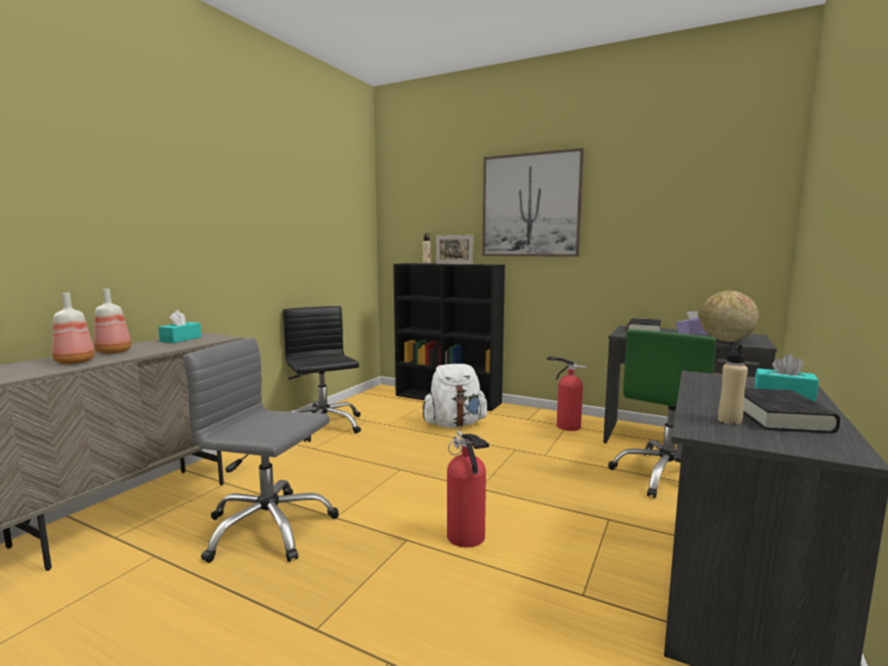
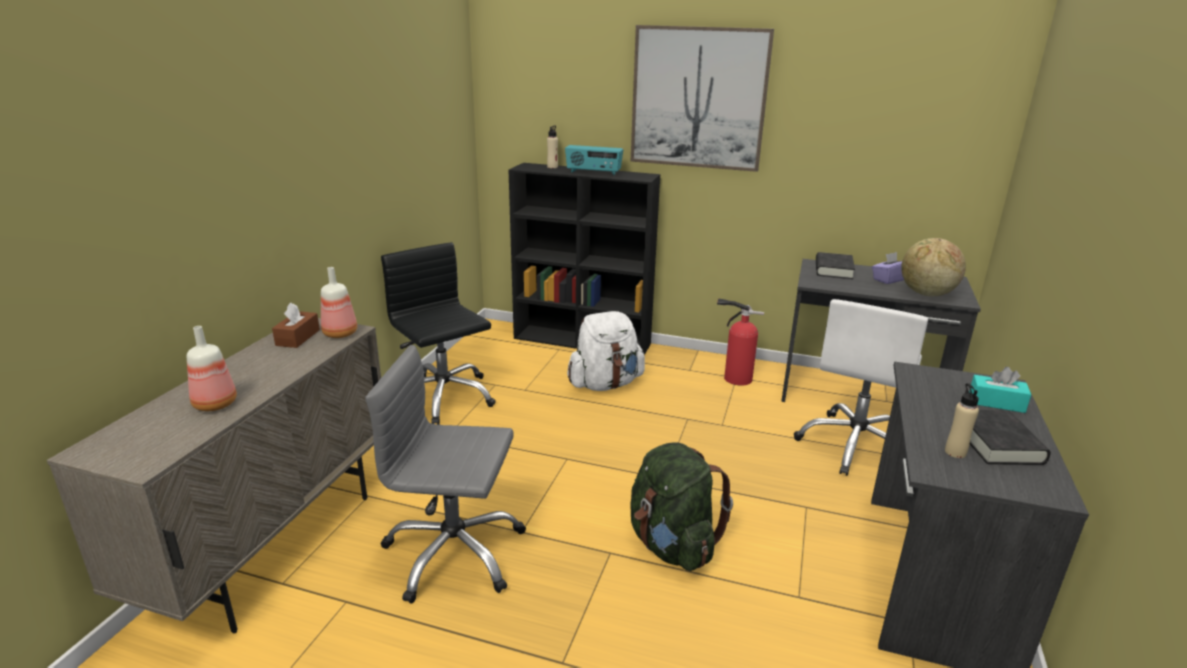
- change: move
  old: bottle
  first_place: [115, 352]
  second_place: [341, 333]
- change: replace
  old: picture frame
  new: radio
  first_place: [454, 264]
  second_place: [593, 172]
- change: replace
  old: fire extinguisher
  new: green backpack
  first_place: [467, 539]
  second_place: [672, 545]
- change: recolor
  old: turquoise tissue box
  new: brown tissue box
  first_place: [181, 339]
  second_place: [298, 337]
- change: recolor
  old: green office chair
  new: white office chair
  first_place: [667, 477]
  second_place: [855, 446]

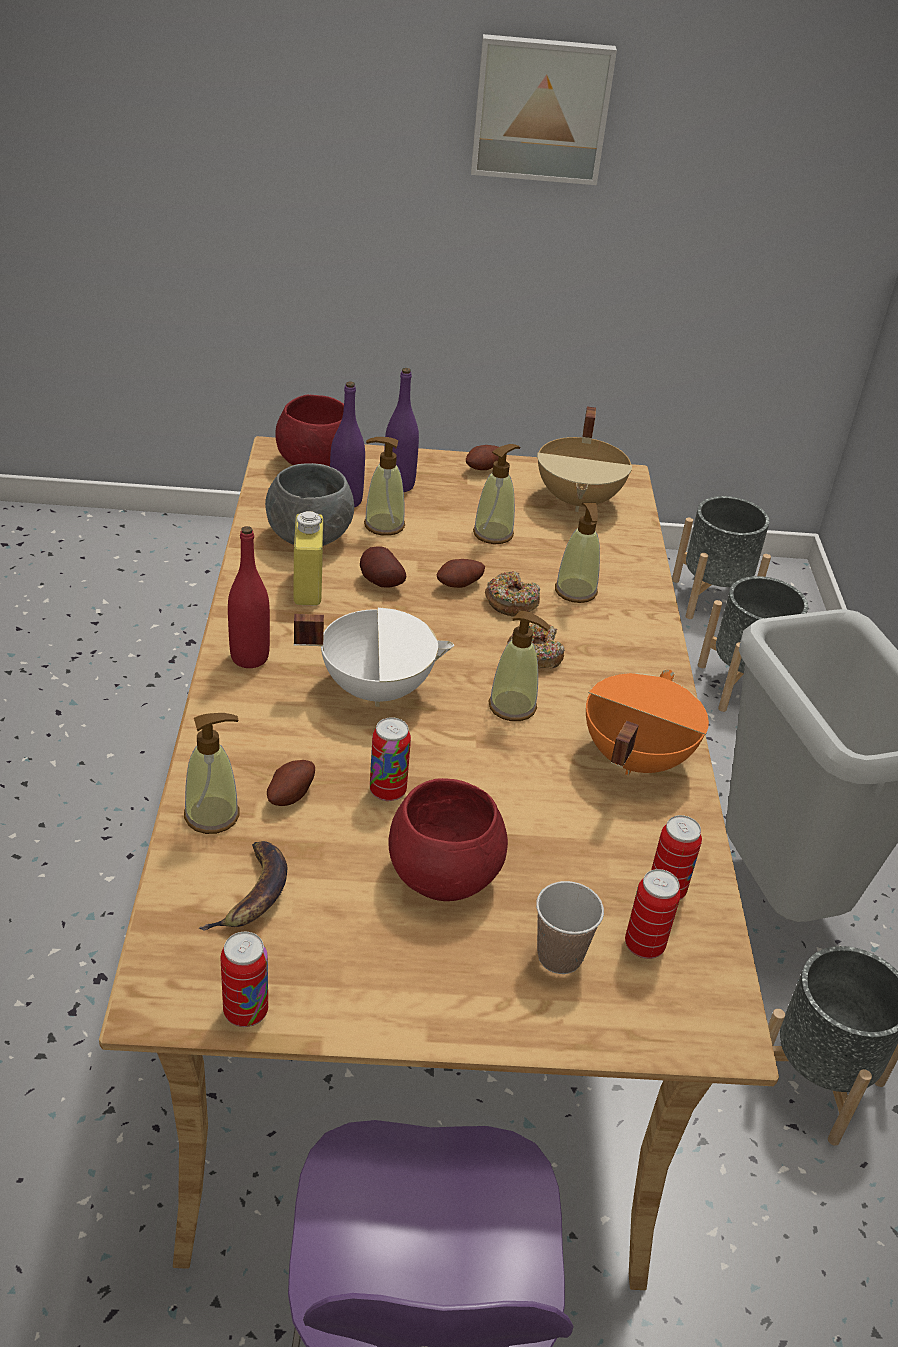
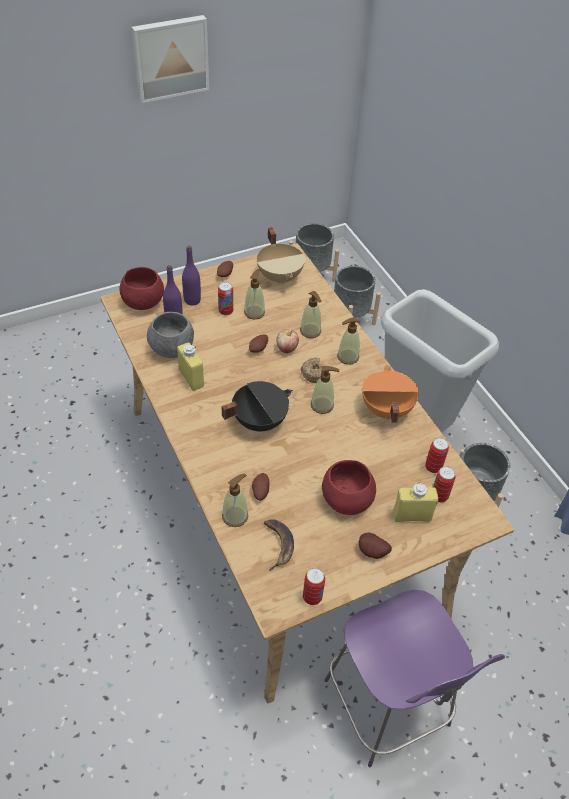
- change: delete
  old: red bottle
  first_place: [249, 657]
- change: move
  old: potato
  first_place: [379, 583]
  second_place: [372, 553]
- change: move
  old: soap dispenser
  first_place: [383, 525]
  second_place: [347, 357]
- change: move
  old: can
  first_place: [387, 791]
  second_place: [226, 311]
- change: replace
  old: donut
  new: apple
  first_place: [511, 602]
  second_place: [287, 349]
- change: replace
  old: cup
  new: yellow bottle
  first_place: [559, 956]
  second_place: [412, 516]
- change: recolor
  old: white cooking pot
  new: black cooking pot
  first_place: [376, 687]
  second_place: [259, 420]

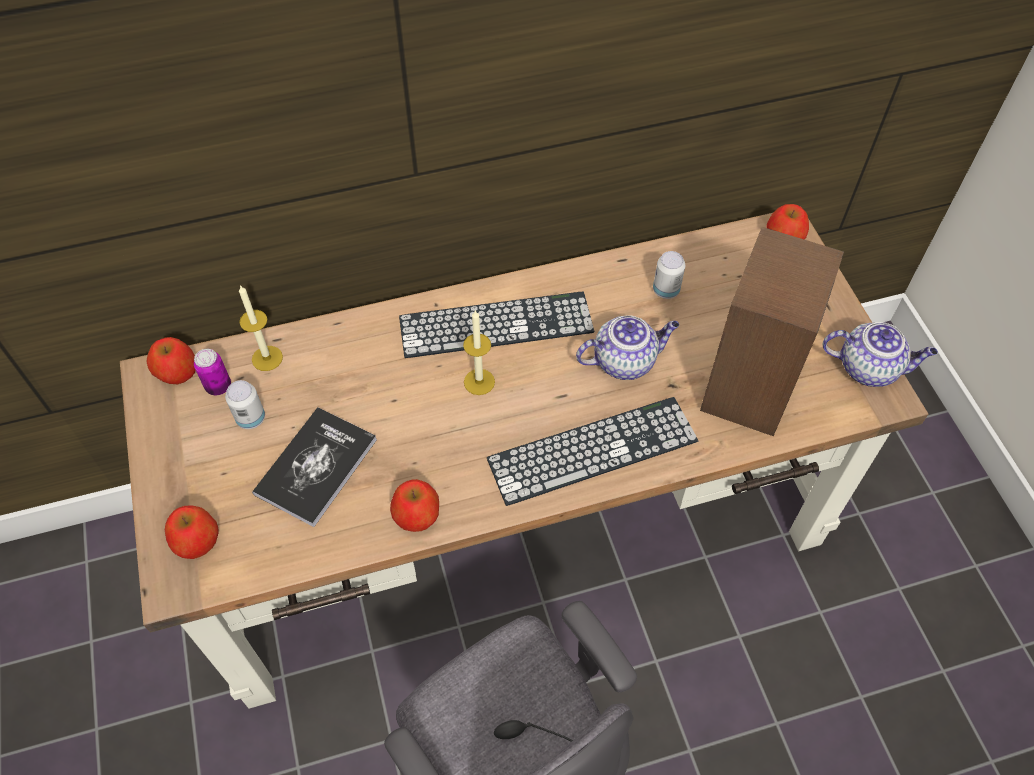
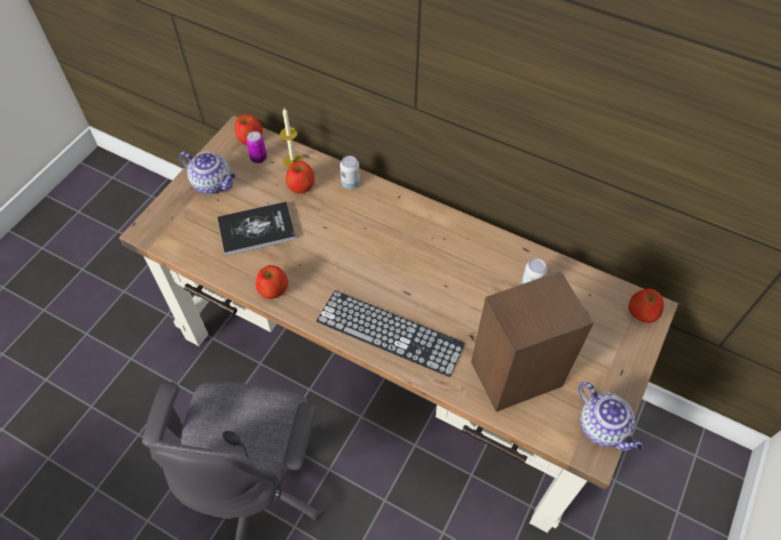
- change: delete
  old: keyboard
  first_place: [496, 324]
- change: delete
  old: candle
  first_place: [479, 382]
- change: move
  old: apple
  first_place: [196, 540]
  second_place: [301, 185]
- change: move
  old: can
  first_place: [251, 418]
  second_place: [350, 183]
- change: move
  old: teapot
  first_place: [625, 361]
  second_place: [213, 184]

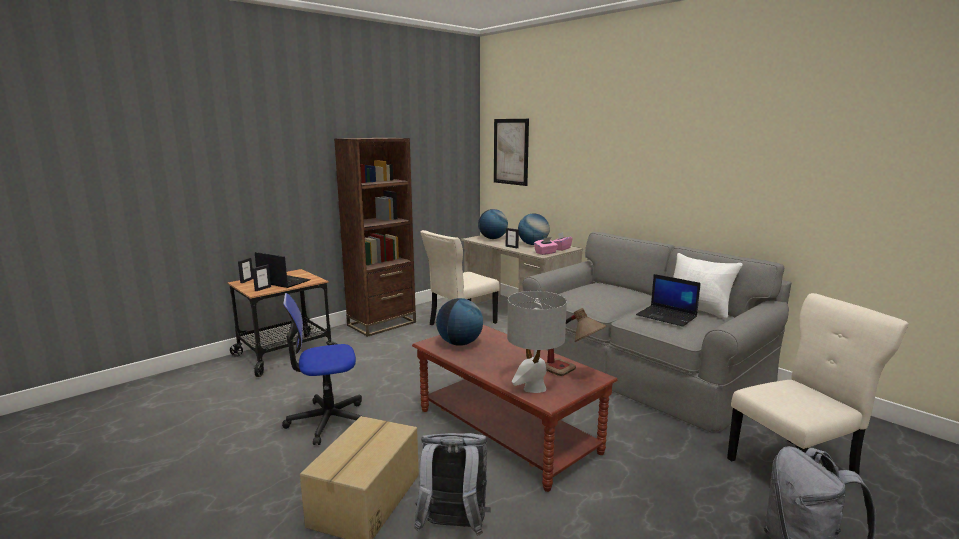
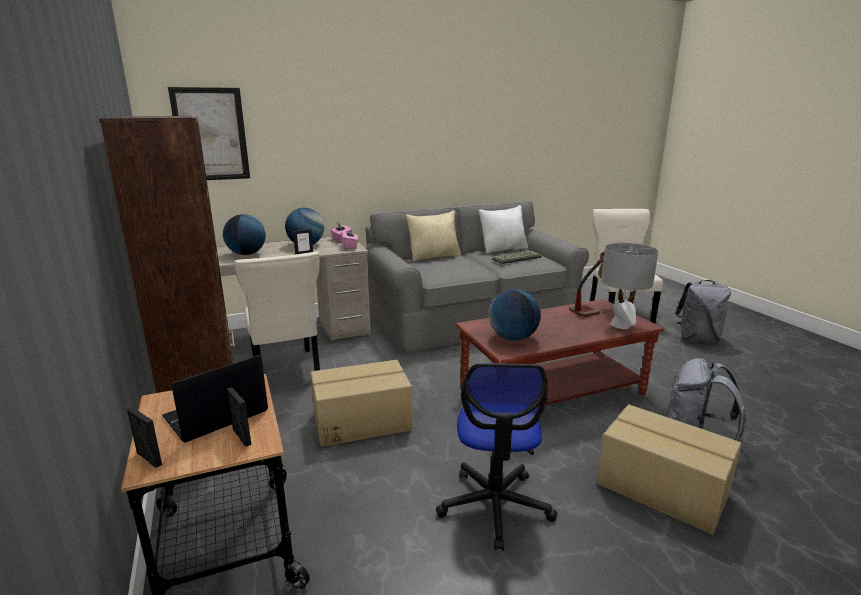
- change: insert
  new: cardboard box
  second_place: [361, 421]
- change: insert
  new: beige pillow
  second_place: [434, 257]
- change: replace
  old: laptop
  new: keyboard
  first_place: [667, 316]
  second_place: [516, 258]

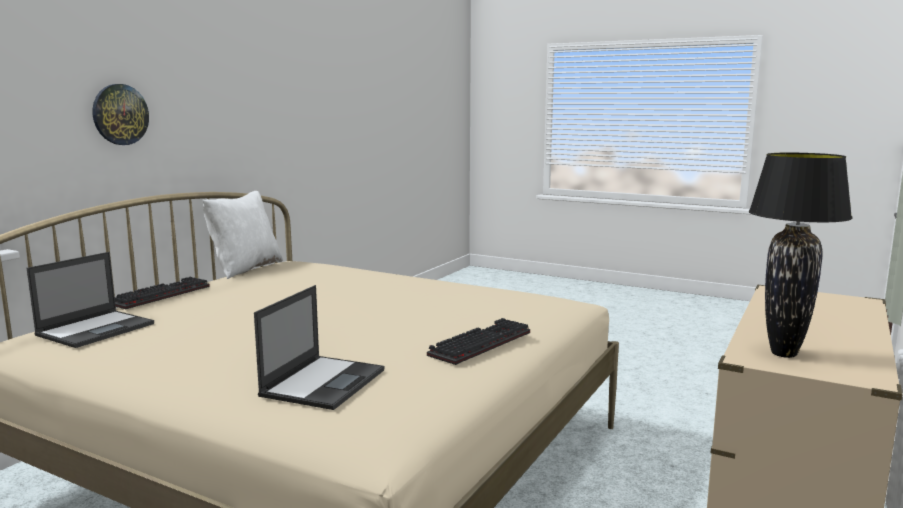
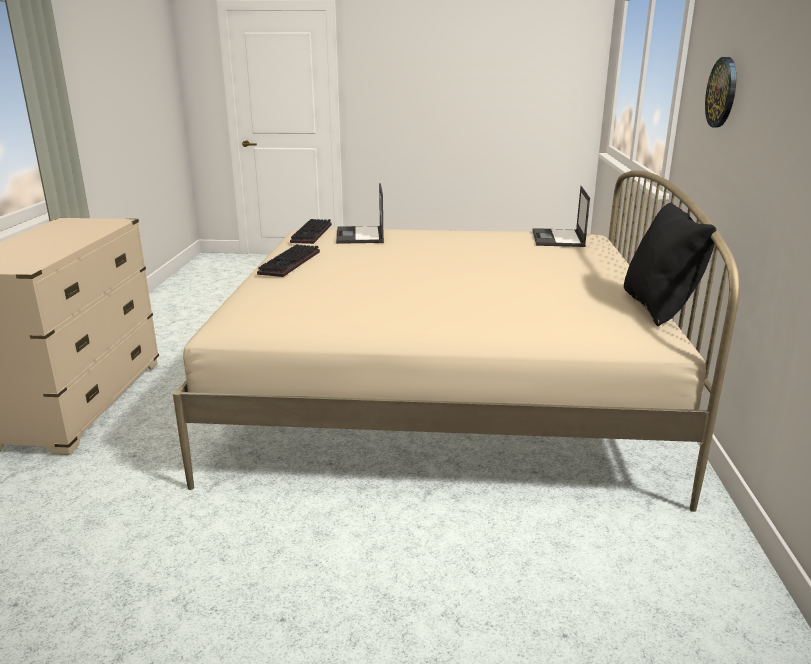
- change: delete
  old: black table lamp
  first_place: [782, 353]
- change: move
  old: keyboard
  first_place: [161, 295]
  second_place: [313, 234]
- change: recolor
  old: white pillow
  new: black pillow
  first_place: [245, 268]
  second_place: [660, 308]

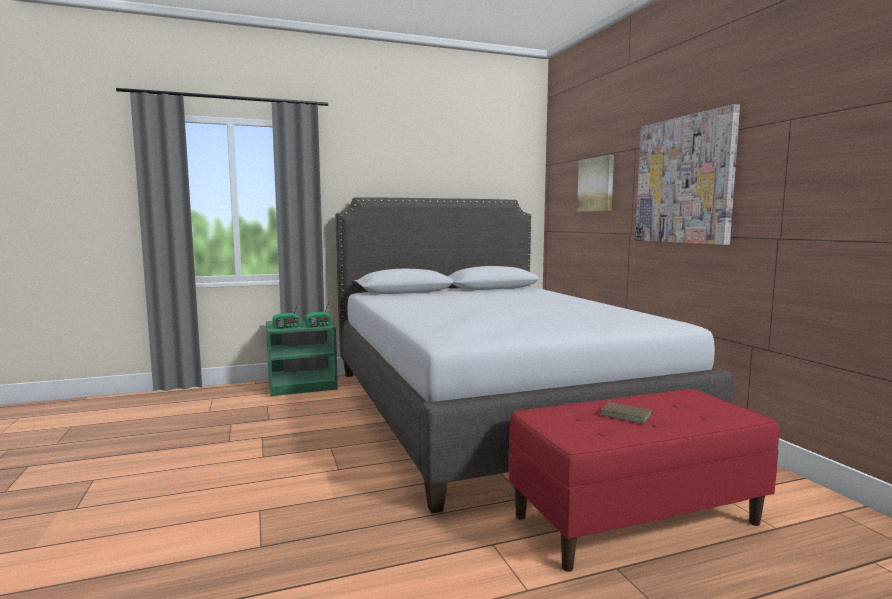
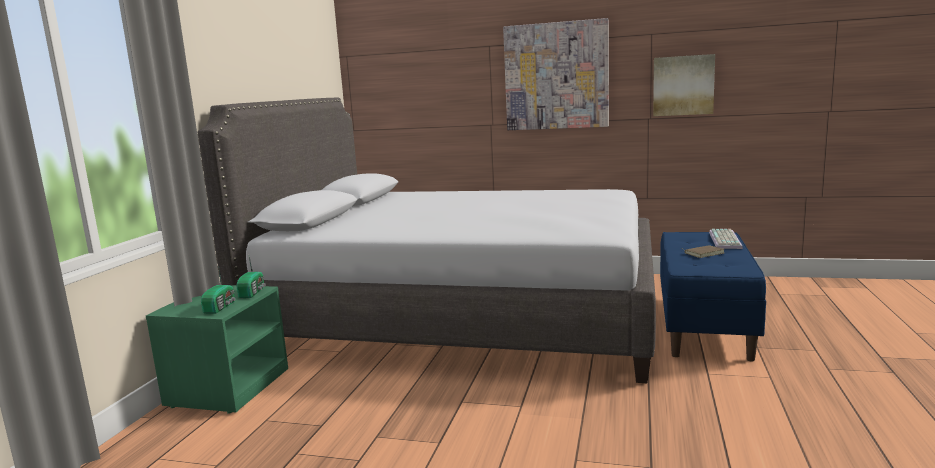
- change: insert
  new: keyboard
  second_place: [726, 240]
- change: move
  old: picture
  first_place: [596, 184]
  second_place: [683, 85]
- change: recolor
  old: red bench
  new: blue bench
  first_place: [636, 519]
  second_place: [703, 325]

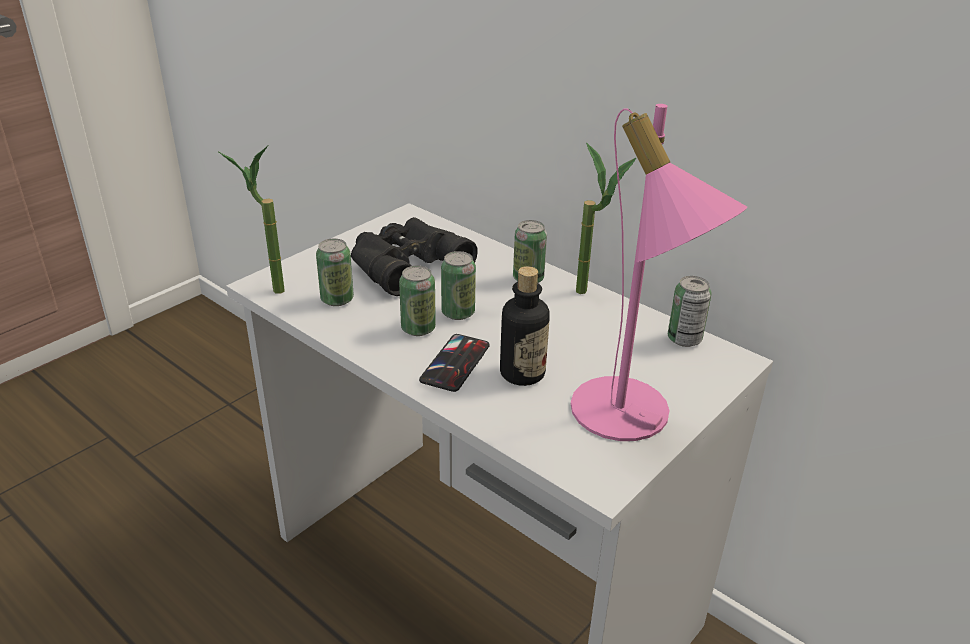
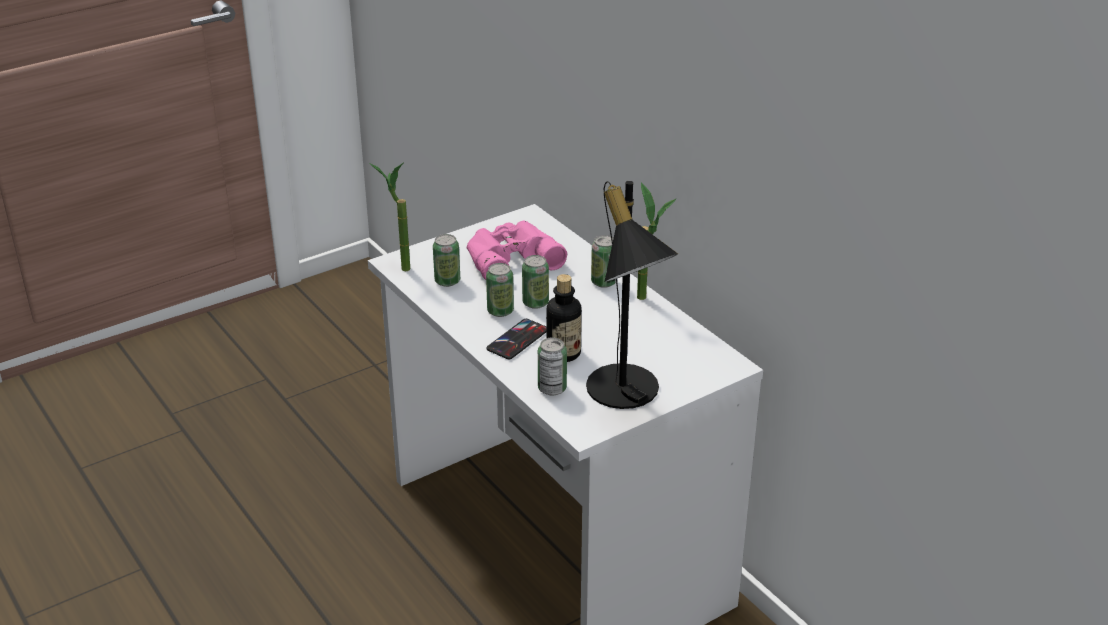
- change: move
  old: can
  first_place: [684, 339]
  second_place: [552, 389]
- change: recolor
  old: black binoculars
  new: pink binoculars
  first_place: [404, 263]
  second_place: [509, 257]
- change: recolor
  old: pink table lamp
  new: black table lamp
  first_place: [631, 420]
  second_place: [626, 395]

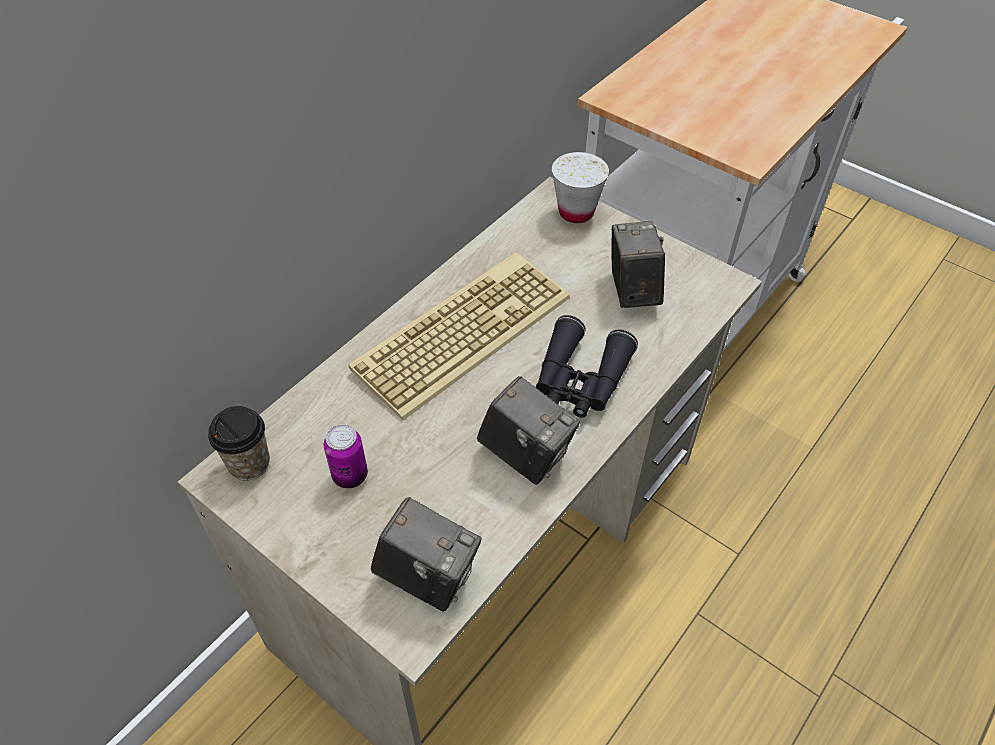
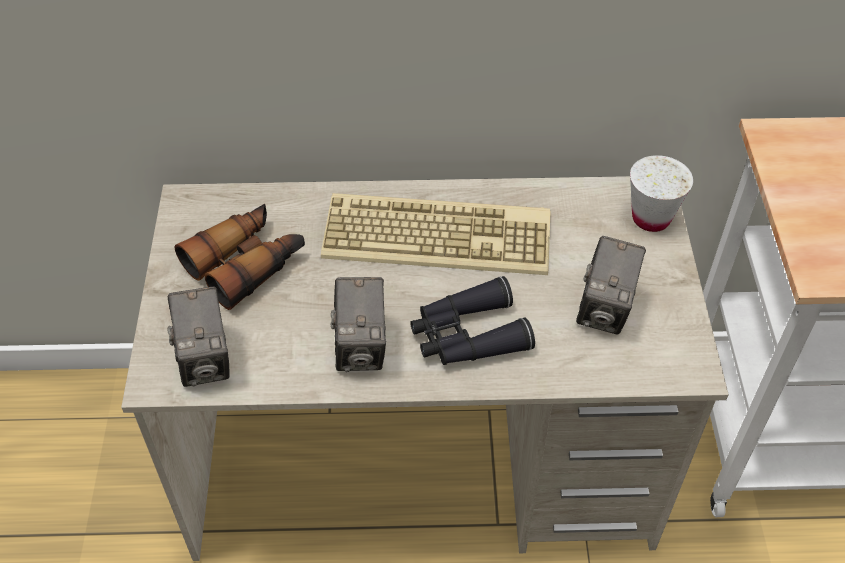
- change: delete
  old: cup
  first_place: [249, 463]
- change: replace
  old: can
  new: binoculars
  first_place: [350, 476]
  second_place: [247, 263]
- change: rotate
  old: photo camera
  first_place: [632, 289]
  second_place: [605, 309]
  degrees: 150

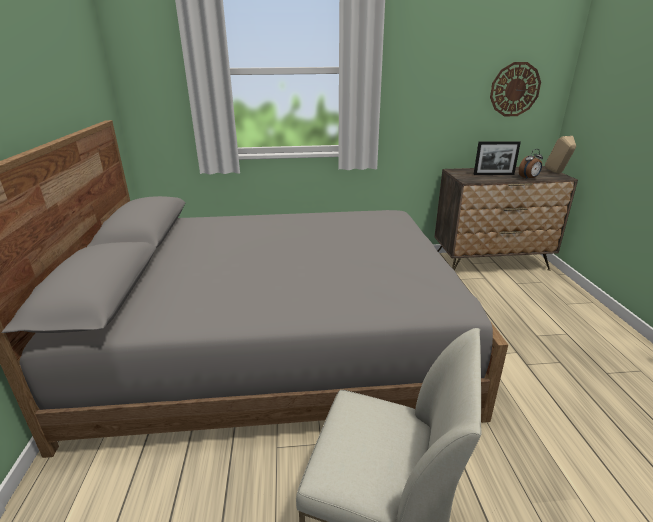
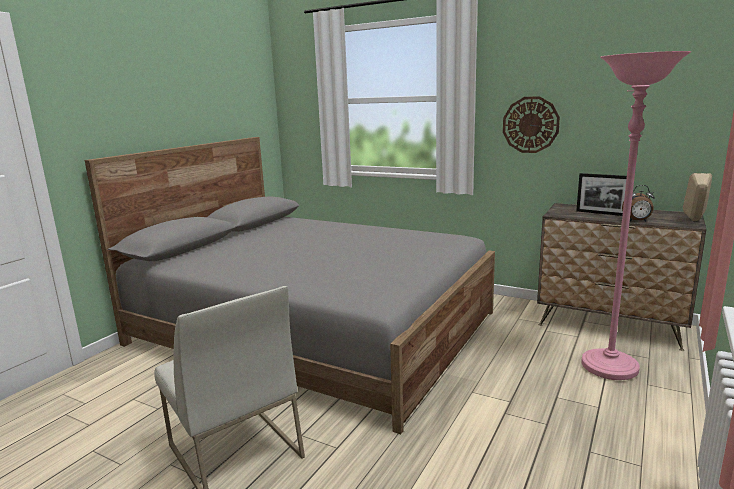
- change: insert
  new: pink floor lamp
  second_place: [609, 367]
- change: move
  old: wall clock
  first_place: [514, 89]
  second_place: [530, 125]

